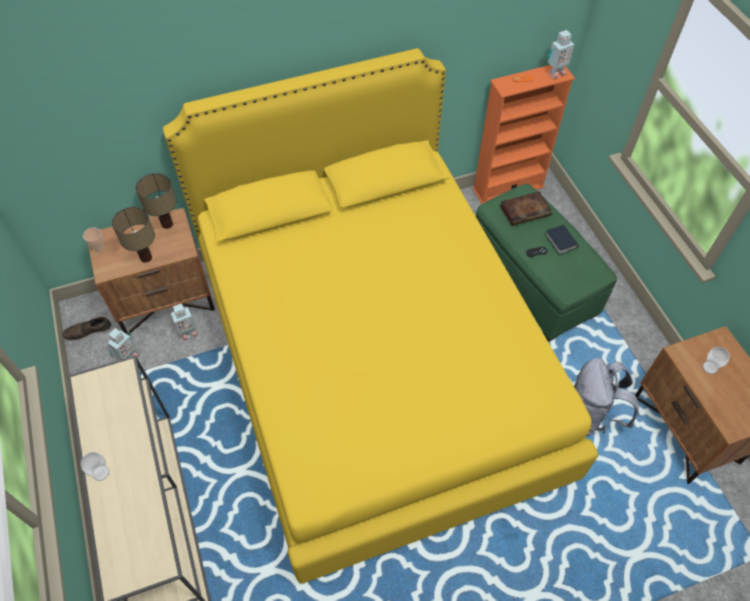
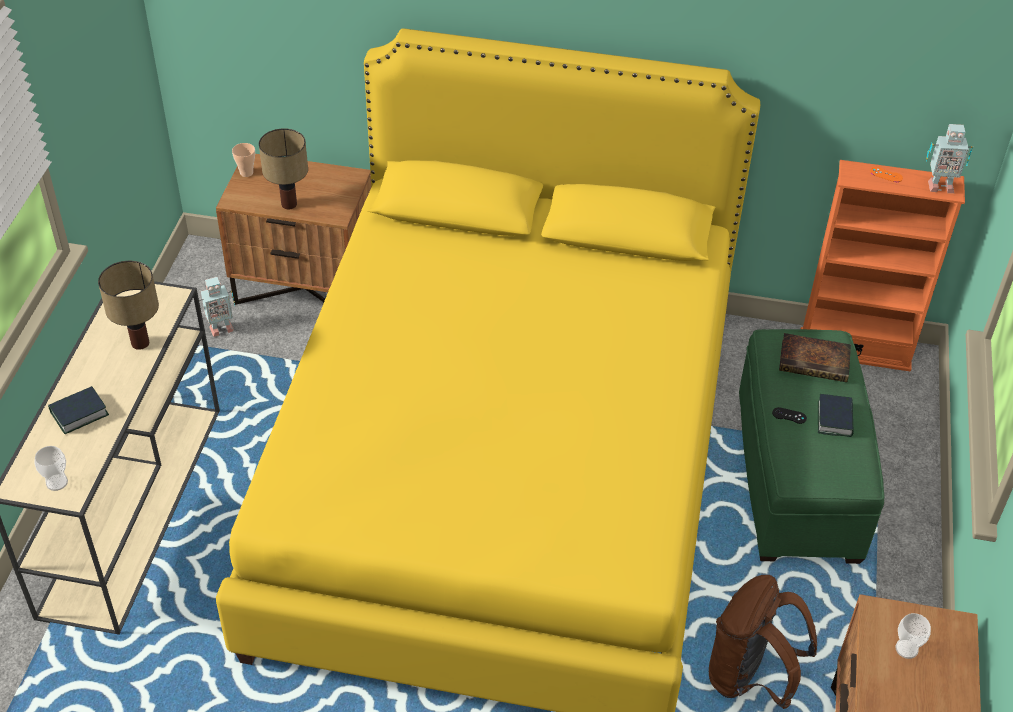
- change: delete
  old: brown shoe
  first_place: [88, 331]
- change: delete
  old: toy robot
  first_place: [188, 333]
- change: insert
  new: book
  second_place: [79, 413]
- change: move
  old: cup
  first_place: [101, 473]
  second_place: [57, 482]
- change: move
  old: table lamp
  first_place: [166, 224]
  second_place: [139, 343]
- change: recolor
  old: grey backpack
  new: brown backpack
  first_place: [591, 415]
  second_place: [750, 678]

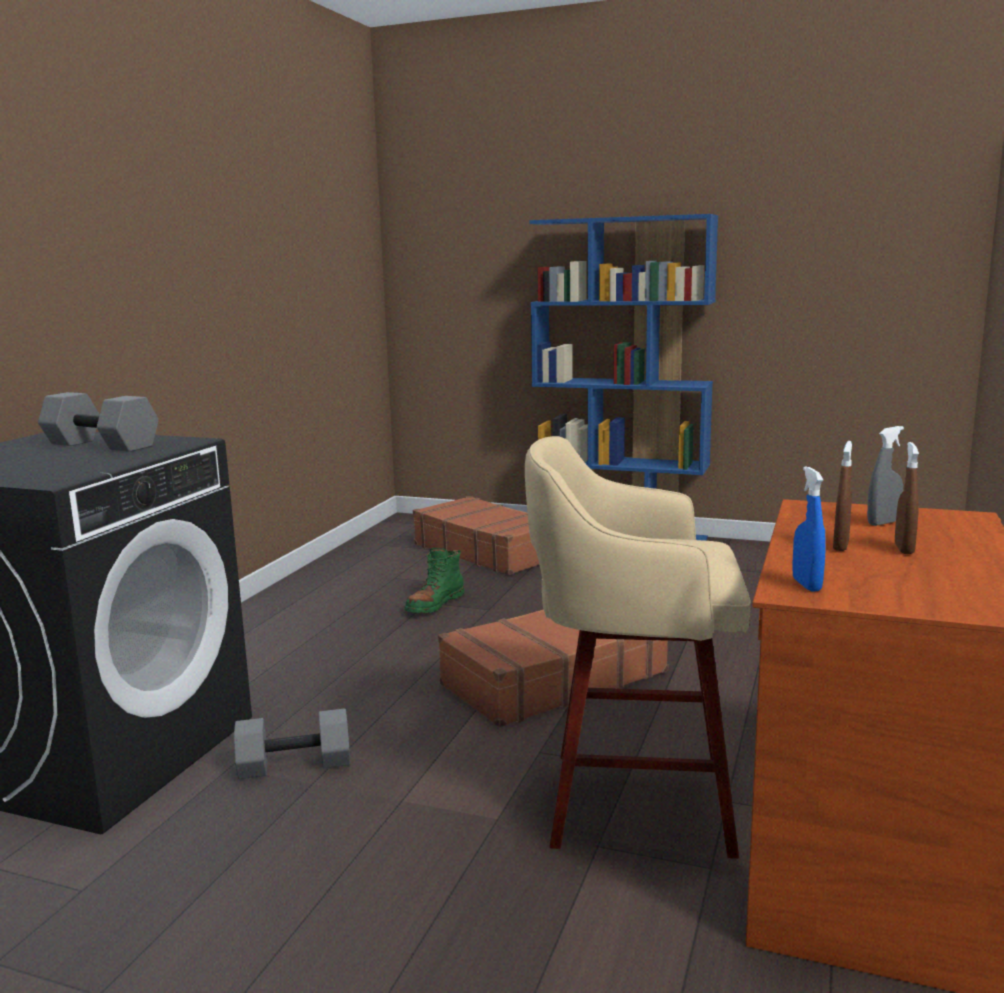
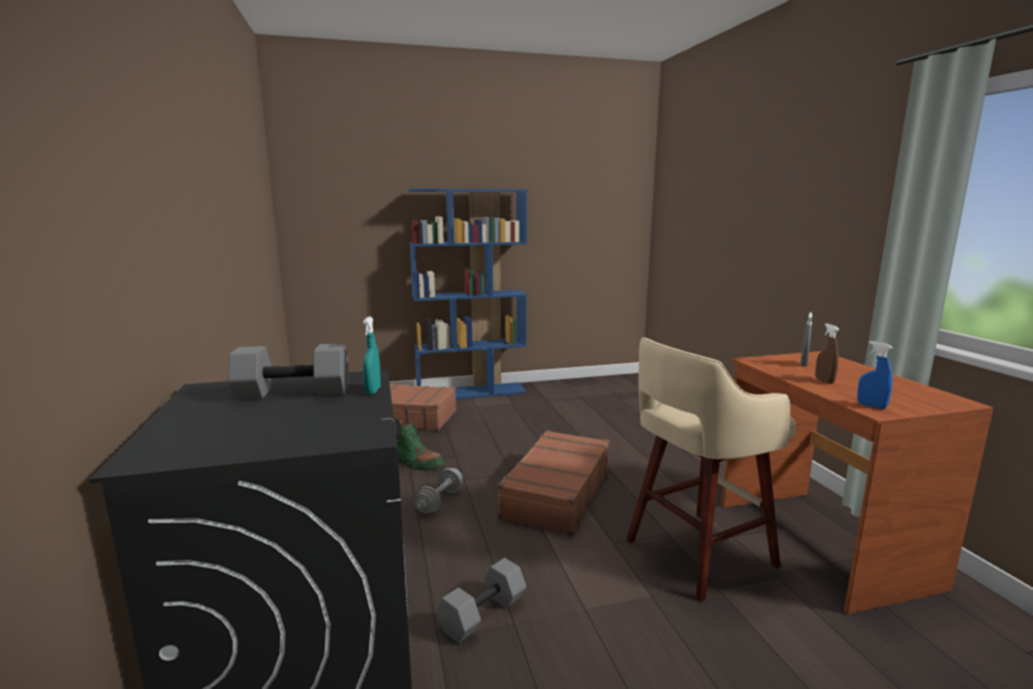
- change: delete
  old: brown spray bottle
  first_place: [904, 549]
- change: insert
  new: turquoise spray bottle
  second_place: [373, 391]
- change: insert
  new: grey dumbbell
  second_place: [440, 501]
- change: rotate
  old: green boot
  first_place: [434, 604]
  second_place: [416, 463]
  degrees: -60

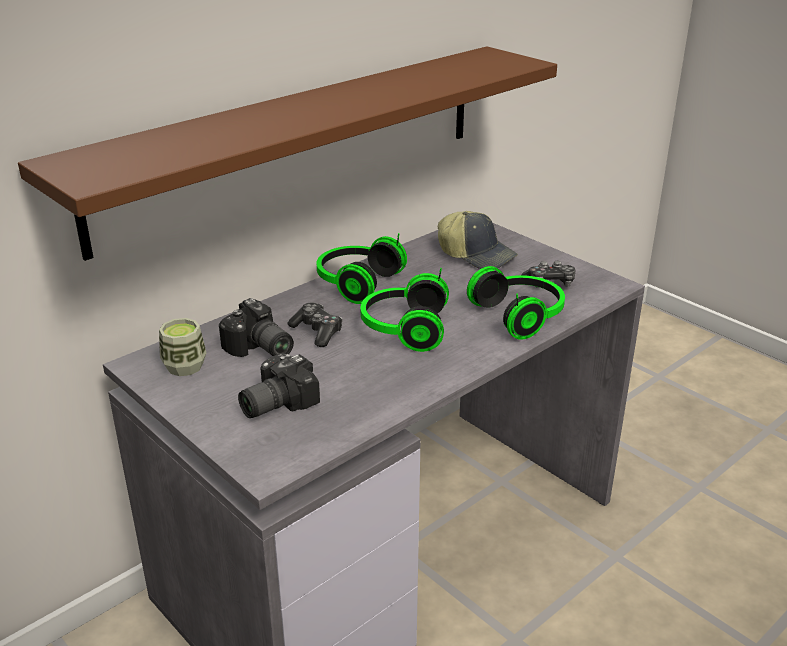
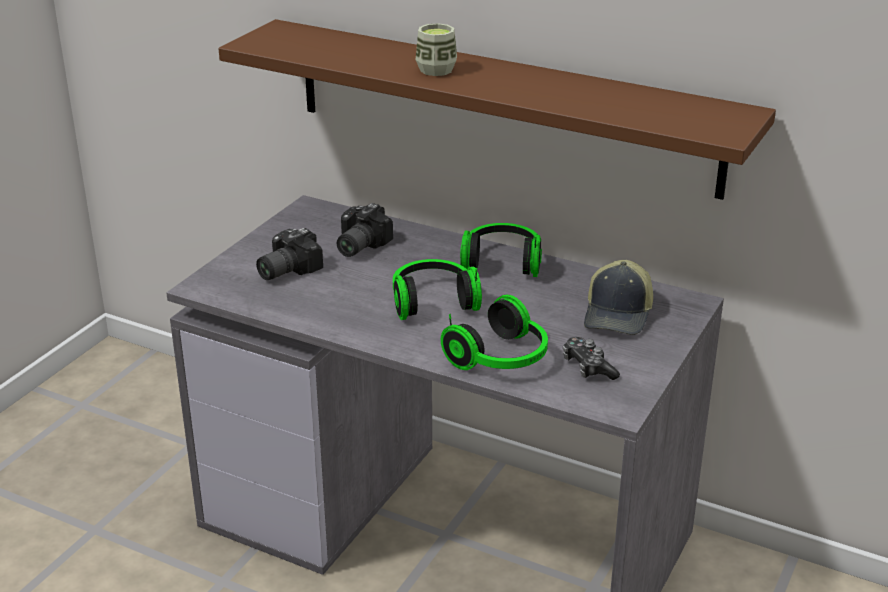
- change: delete
  old: game controller
  first_place: [317, 332]
- change: move
  old: cup
  first_place: [184, 366]
  second_place: [436, 70]
- change: rotate
  old: photo camera
  first_place: [274, 403]
  second_place: [284, 270]
  degrees: -75

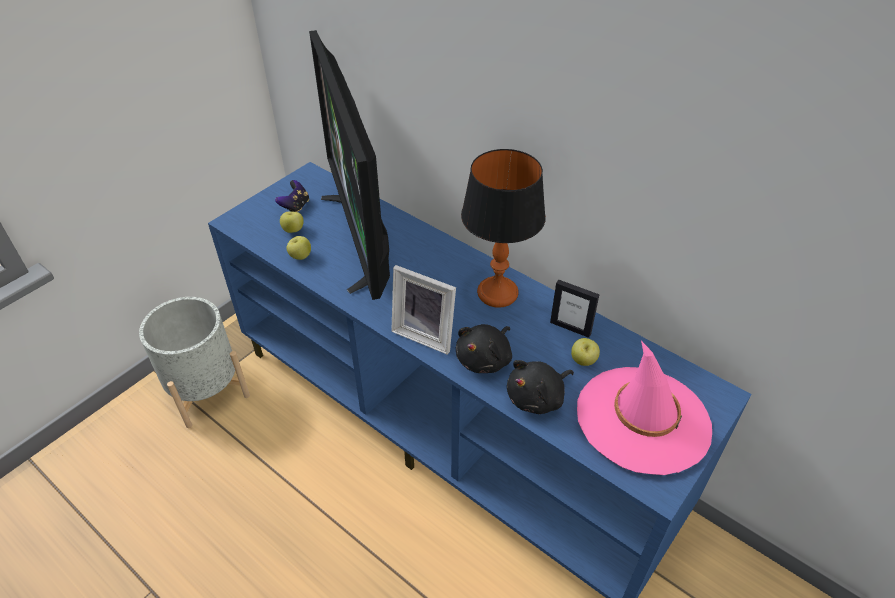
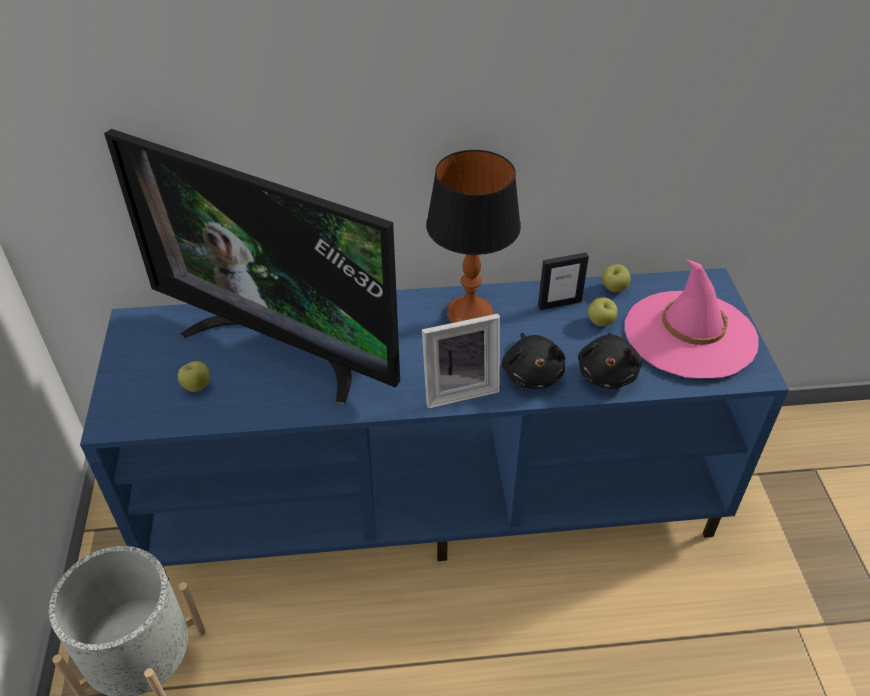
- change: delete
  old: game controller
  first_place: [295, 206]
- change: move
  old: apple
  first_place: [300, 256]
  second_place: [614, 289]

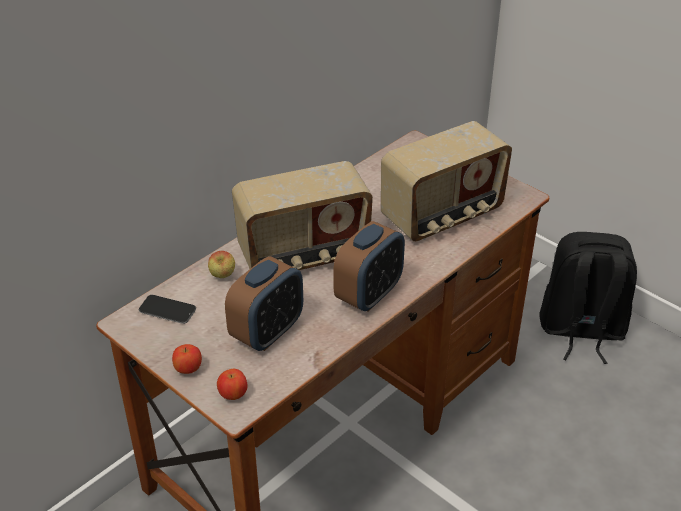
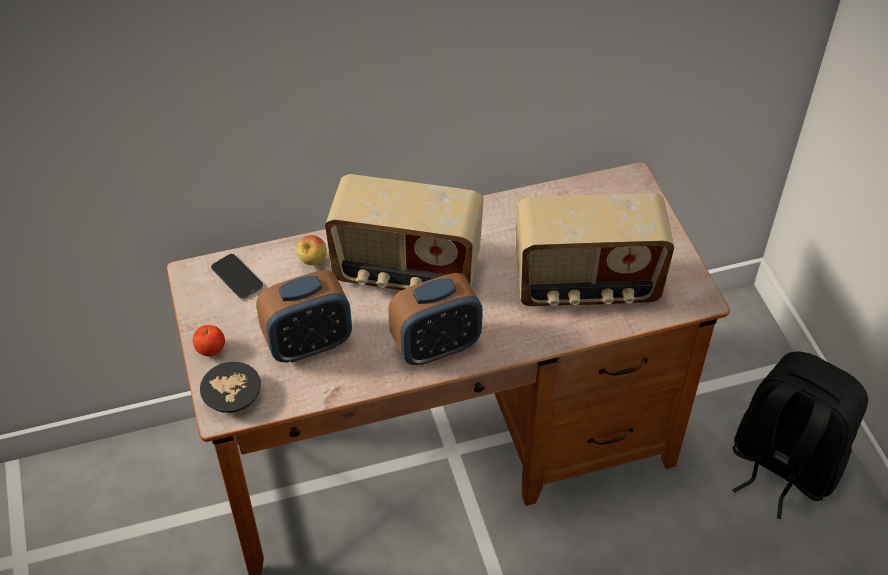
- change: replace
  old: apple
  new: black bowl
  first_place: [233, 395]
  second_place: [230, 396]

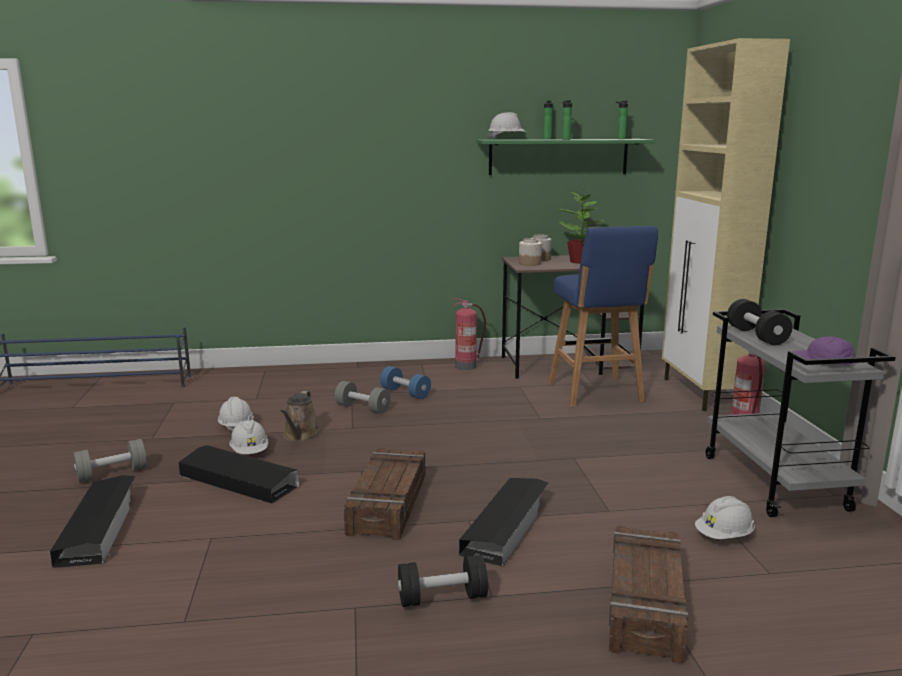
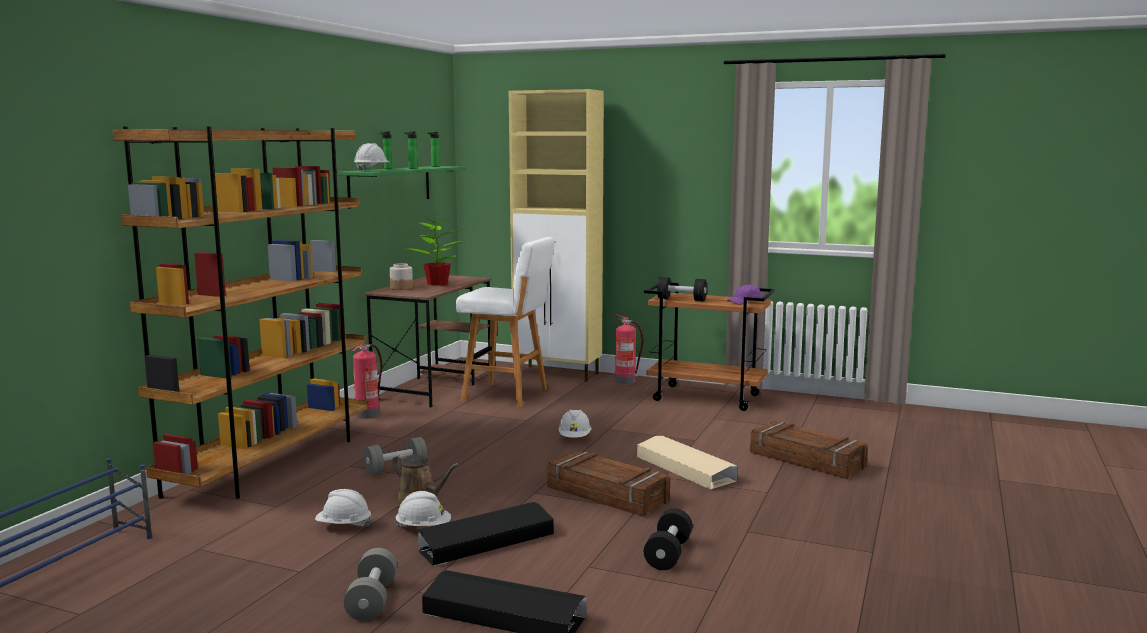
- change: delete
  old: blue dumbbell
  first_place: [405, 393]
- change: delete
  old: jar
  first_place: [530, 263]
- change: insert
  new: brown bookcase
  second_place: [271, 462]
- change: move
  old: black dumbbell
  first_place: [442, 598]
  second_place: [668, 554]
- change: move
  old: white hard hat
  first_place: [724, 536]
  second_place: [575, 438]
- change: recolor
  old: black storage box
  new: beige storage box
  first_place: [507, 526]
  second_place: [685, 469]
- change: recolor
  old: blue stool
  new: white stool
  first_place: [596, 393]
  second_place: [508, 395]
- change: recolor
  old: grey cart
  new: brown cart
  first_place: [776, 483]
  second_place: [707, 398]

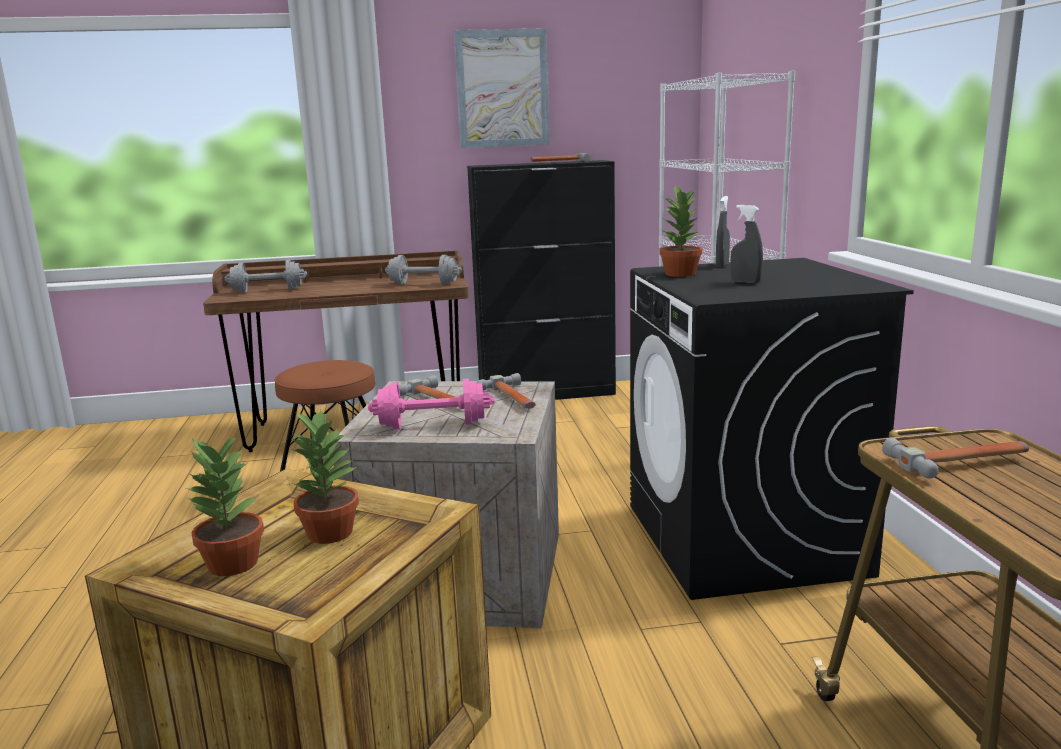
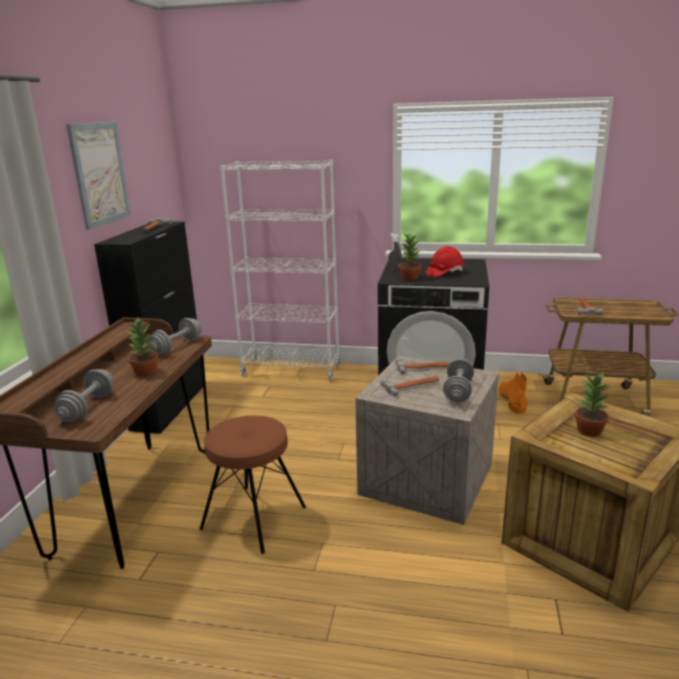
- change: insert
  new: orange boot
  second_place: [511, 400]
- change: move
  old: potted plant
  first_place: [231, 564]
  second_place: [145, 372]
- change: replace
  old: grey spray bottle
  new: red hard hat
  first_place: [745, 282]
  second_place: [444, 273]
- change: recolor
  old: pink dumbbell
  new: grey dumbbell
  first_place: [433, 425]
  second_place: [458, 392]

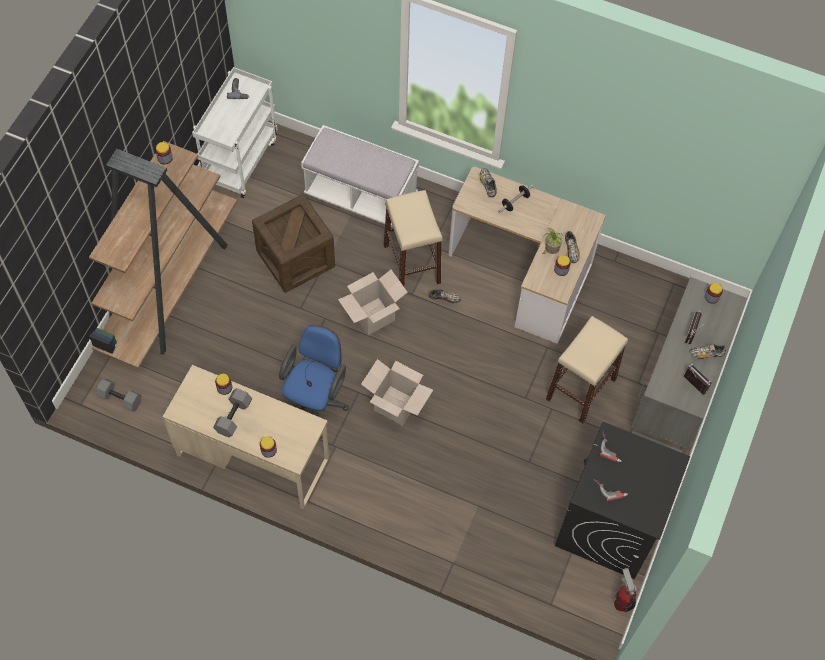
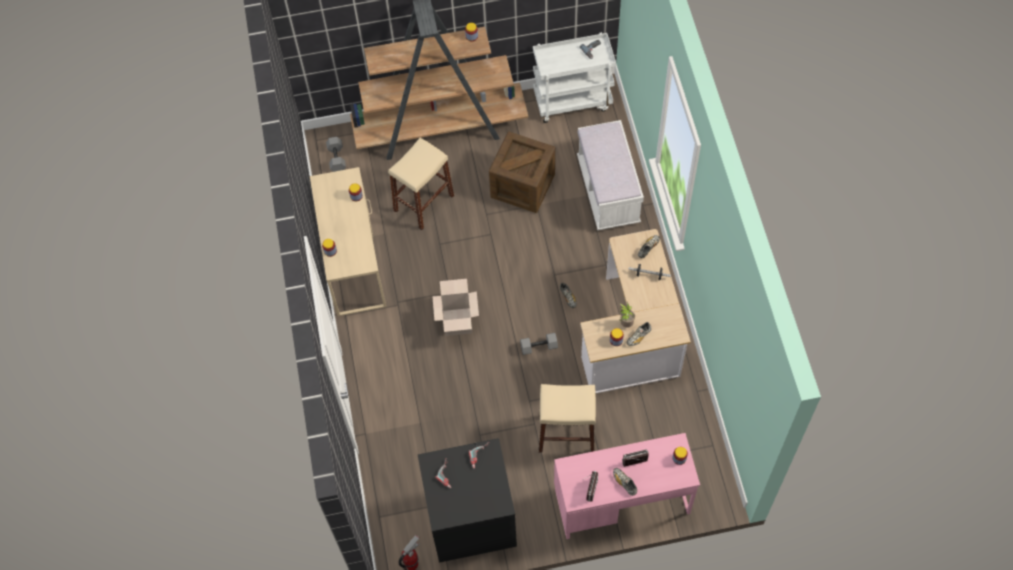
- change: delete
  old: blue office chair
  first_place: [315, 402]
- change: delete
  old: cardboard box
  first_place: [373, 316]
- change: move
  old: grey dumbbell
  first_place: [234, 417]
  second_place: [538, 347]
- change: move
  old: beige stool
  first_place: [412, 263]
  second_place: [424, 203]
- change: recolor
  old: grey desk
  new: pink desk
  first_place: [677, 387]
  second_place: [621, 501]

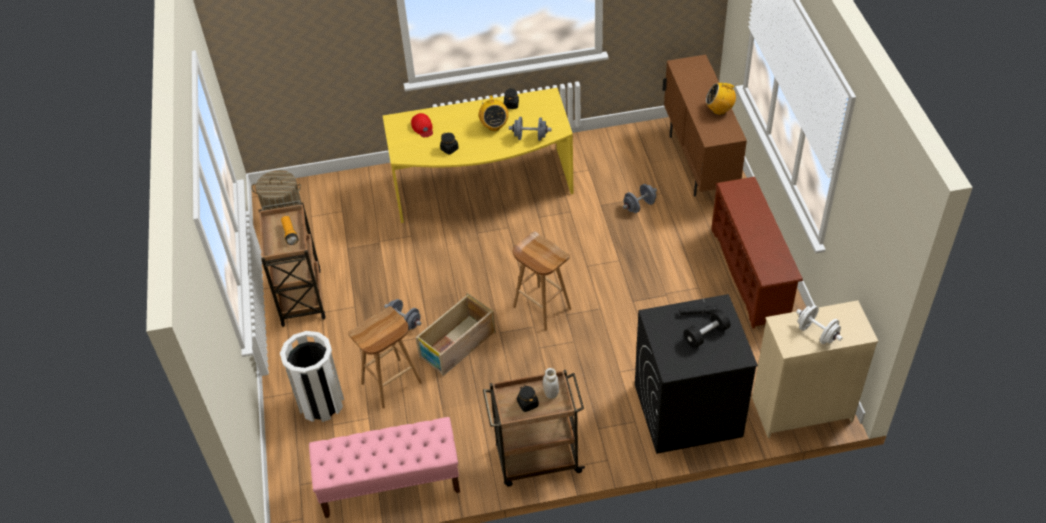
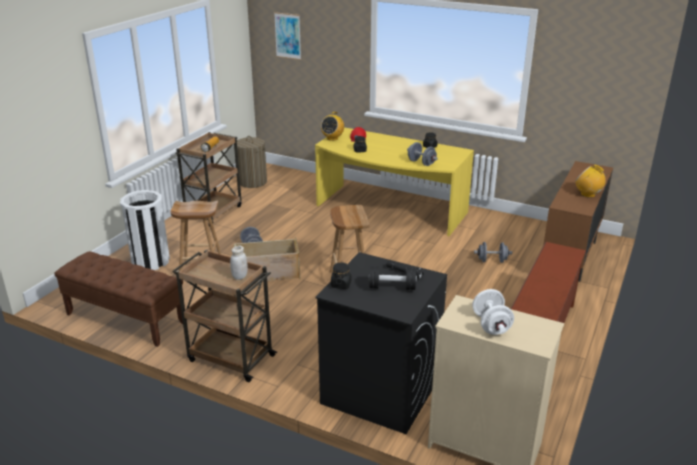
- change: insert
  new: picture
  second_place: [288, 36]
- change: move
  old: radio
  first_place: [494, 126]
  second_place: [332, 138]
- change: move
  old: black jar
  first_place: [527, 403]
  second_place: [341, 284]
- change: recolor
  old: pink bench
  new: brown bench
  first_place: [389, 484]
  second_place: [125, 318]

